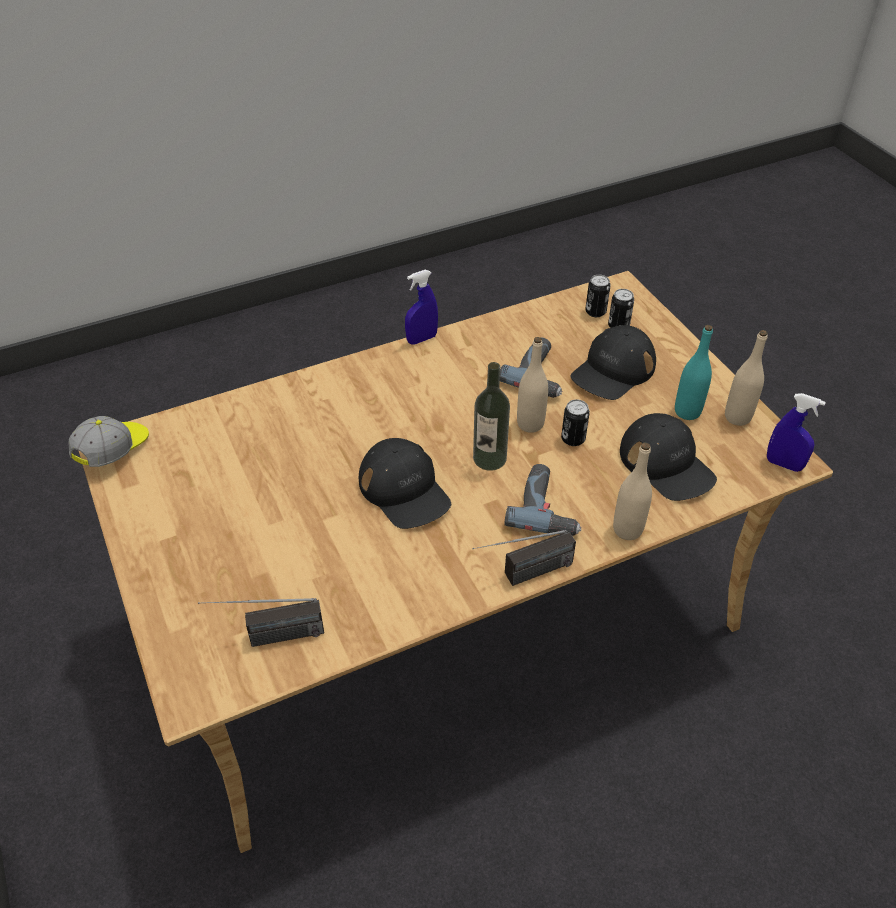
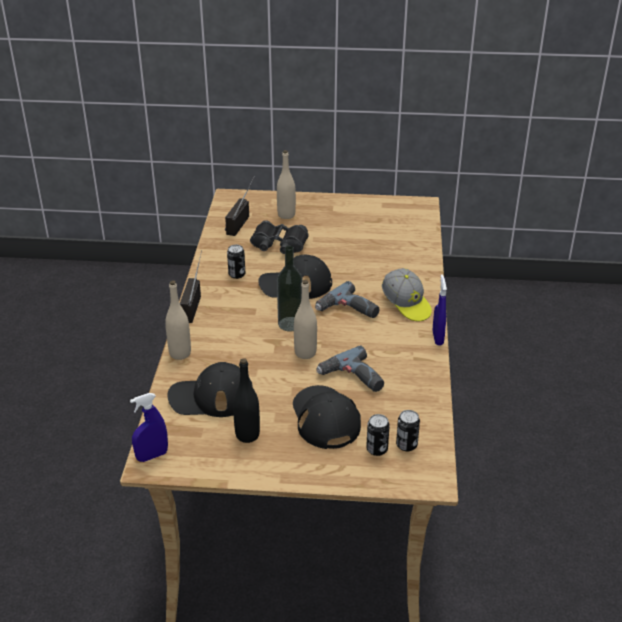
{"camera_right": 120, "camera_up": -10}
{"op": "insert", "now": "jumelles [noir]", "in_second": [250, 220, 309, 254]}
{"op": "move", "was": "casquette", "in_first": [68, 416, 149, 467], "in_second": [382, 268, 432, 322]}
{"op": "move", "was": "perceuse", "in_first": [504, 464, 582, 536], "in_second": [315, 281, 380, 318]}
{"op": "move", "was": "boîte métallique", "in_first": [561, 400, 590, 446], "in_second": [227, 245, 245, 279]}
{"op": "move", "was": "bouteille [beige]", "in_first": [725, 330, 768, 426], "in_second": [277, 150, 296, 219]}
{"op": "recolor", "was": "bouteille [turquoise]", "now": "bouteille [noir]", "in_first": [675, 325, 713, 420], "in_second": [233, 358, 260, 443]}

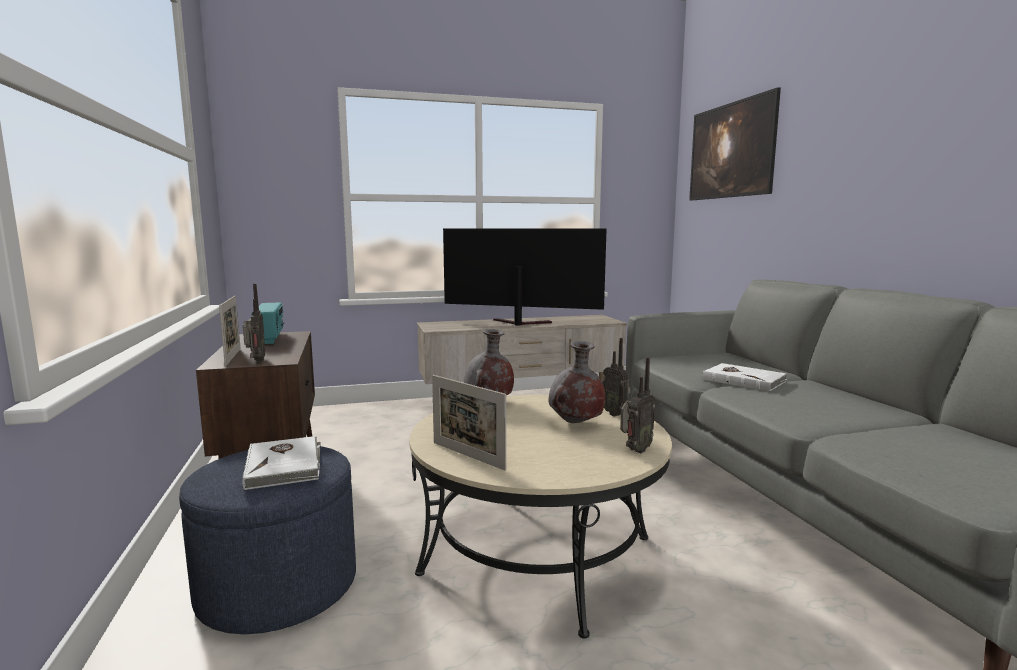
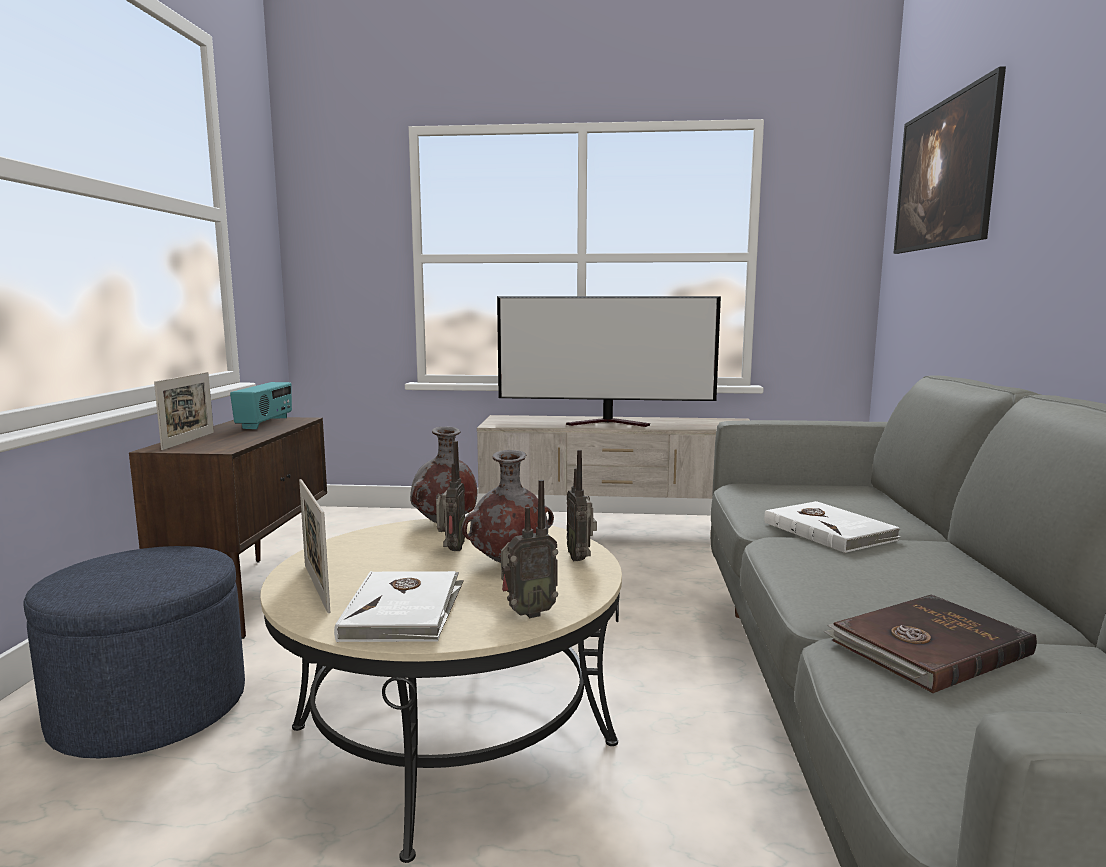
{"camera_right": 20, "camera_up": 0}
{"op": "insert", "now": "livre [marron]", "in_second": [824, 595, 1037, 693]}
{"op": "move", "was": "livre [blanc]", "in_first": [242, 436, 321, 490], "in_second": [334, 571, 464, 642]}
{"op": "move", "was": "radio", "in_first": [243, 284, 265, 362], "in_second": [436, 441, 465, 551]}
{"op": "rotate", "was": "téléviseur", "in_first": [443, 228, 607, 326], "in_second": [497, 296, 721, 427], "clockwise": 150}

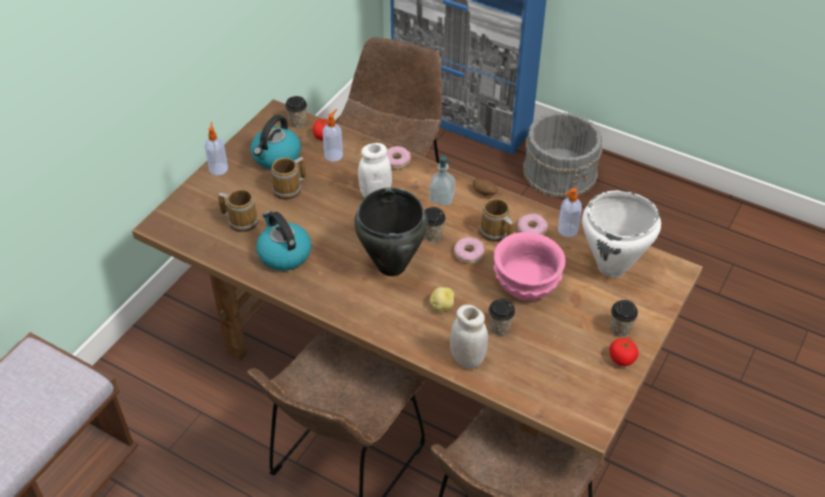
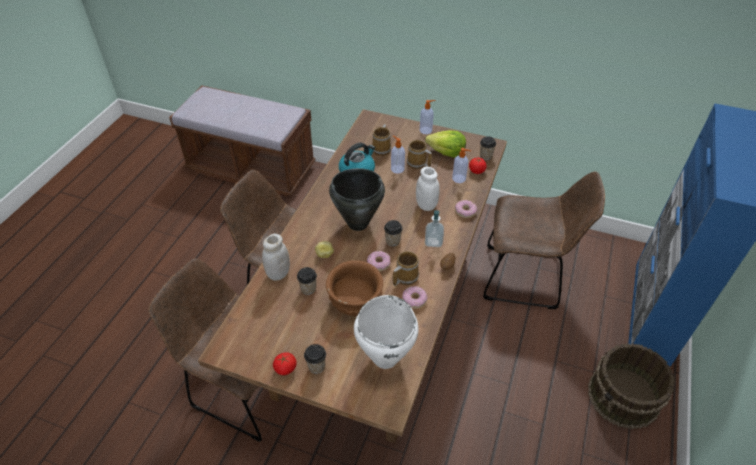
{"camera_right": 80, "camera_up": 0}
{"op": "move", "was": "distributeur de savon", "in_first": [558, 188, 582, 237], "in_second": [391, 136, 405, 174]}
{"op": "replace", "was": "bouilloire", "now": "laitue", "in_first": [251, 115, 301, 169], "in_second": [425, 130, 466, 158]}
{"op": "recolor", "was": "bol [rose]", "now": "bol [marron]", "in_first": [493, 232, 565, 301], "in_second": [326, 260, 383, 317]}
{"op": "recolor", "was": "seau [gris]", "now": "seau [marron]", "in_first": [523, 112, 603, 198], "in_second": [588, 343, 675, 429]}

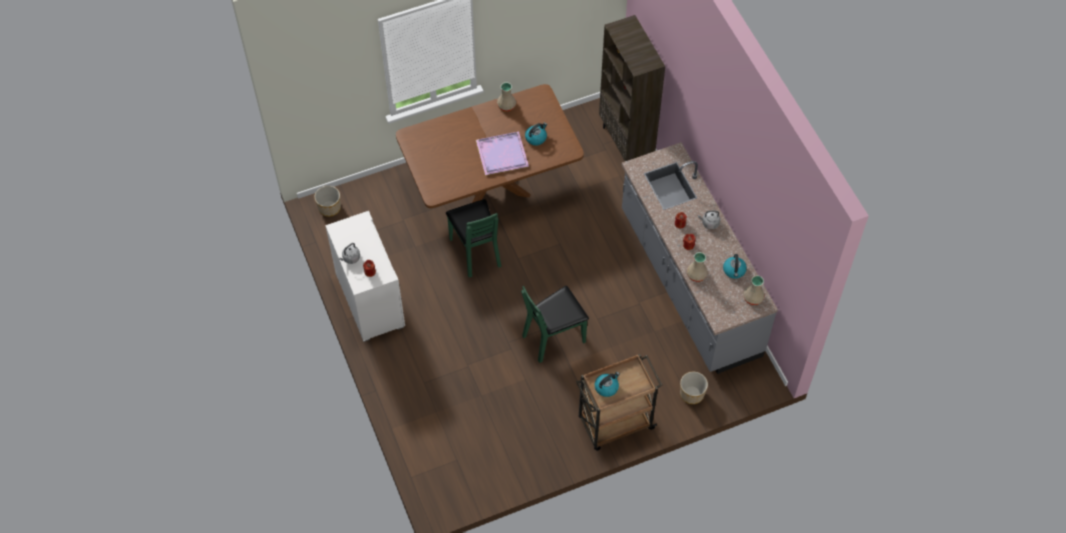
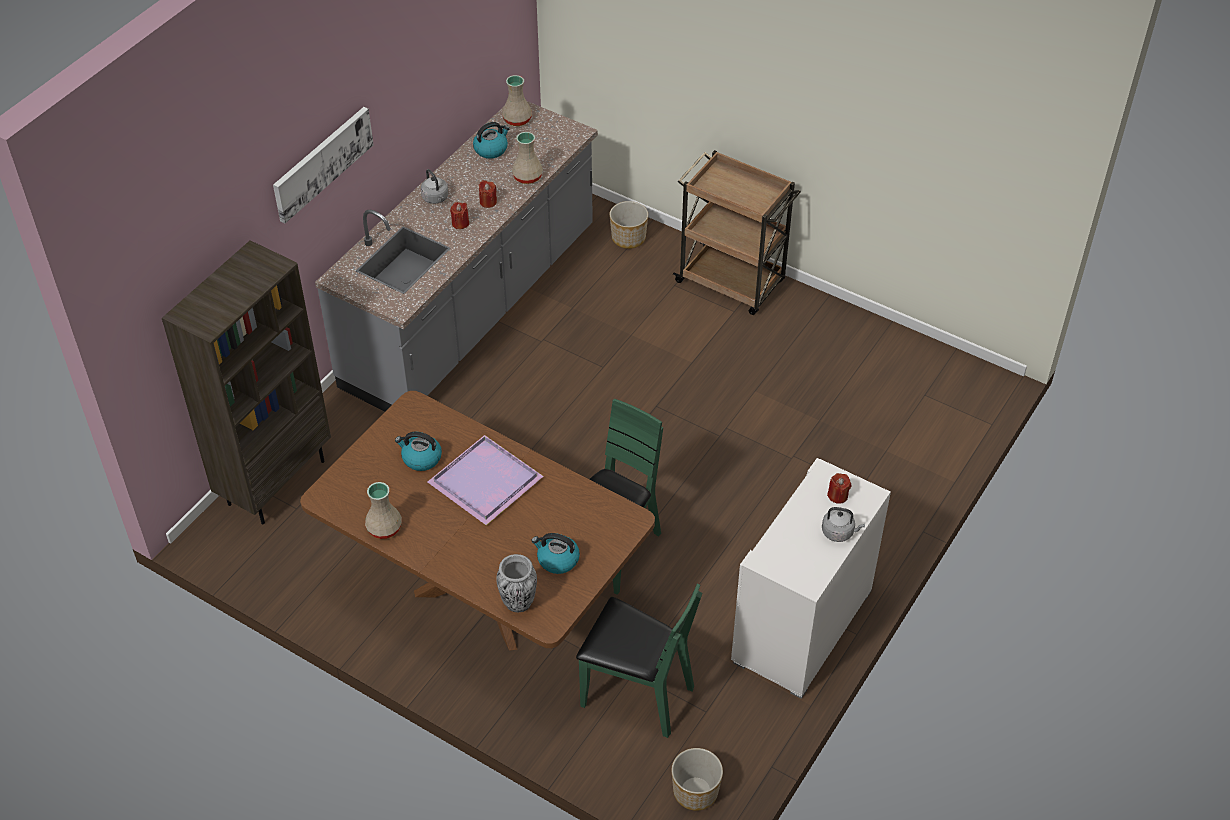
{"camera_right": -125, "camera_up": -10}
{"op": "insert", "now": "tableau", "in_second": [273, 107, 374, 223]}
{"op": "insert", "now": "vase", "in_second": [496, 554, 537, 612]}
{"op": "move", "was": "chaise [vert]", "in_first": [521, 286, 589, 363], "in_second": [576, 583, 702, 738]}
{"op": "move", "was": "bouilloire", "in_first": [595, 372, 620, 397], "in_second": [531, 533, 580, 574]}

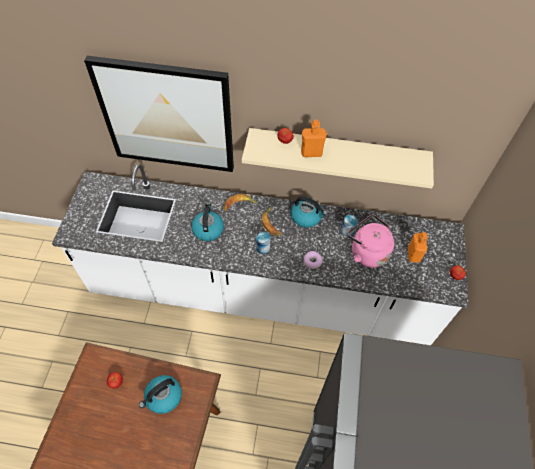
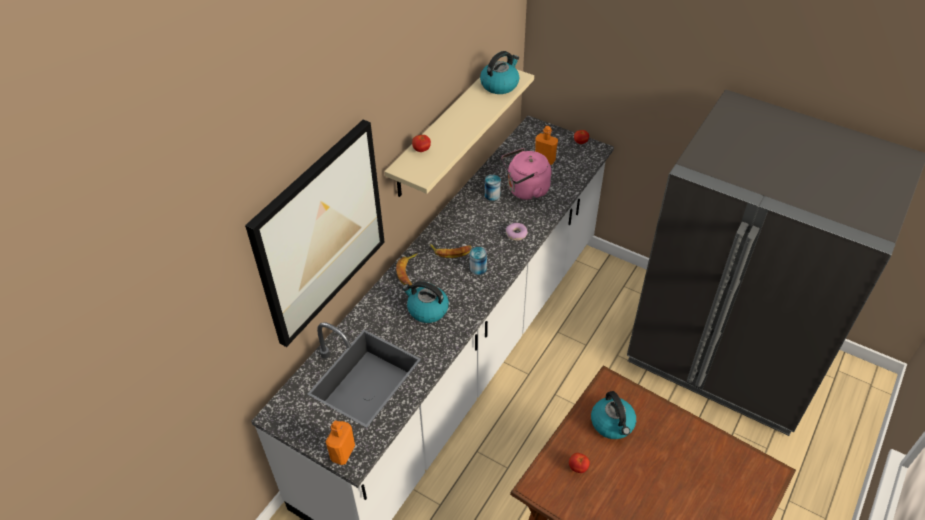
{"camera_right": -65, "camera_up": -10}
{"op": "move", "was": "bouilloire", "in_first": [291, 197, 327, 228], "in_second": [480, 51, 519, 94]}
{"op": "move", "was": "bouteille [orange]", "in_first": [301, 120, 327, 157], "in_second": [325, 420, 355, 465]}

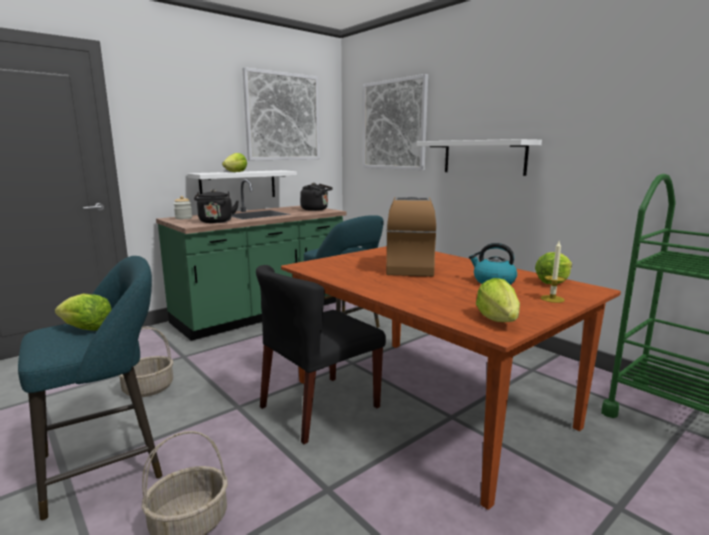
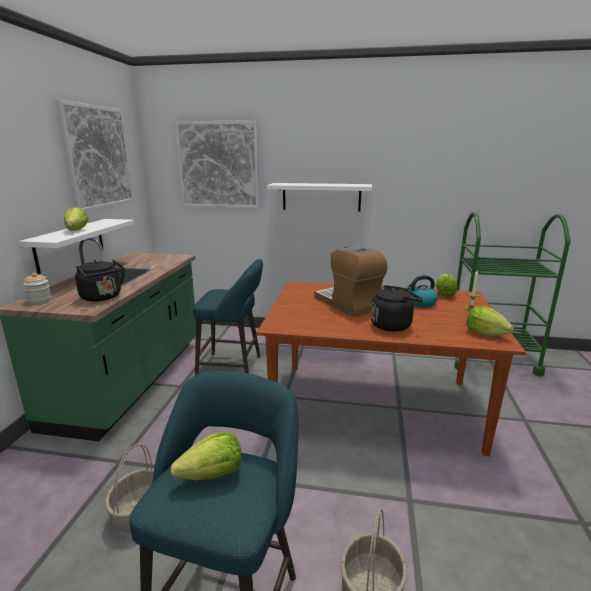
{"camera_right": -40, "camera_up": 5}
{"op": "delete", "was": "chaise [noir]", "in_first": [256, 265, 386, 444]}
{"op": "move", "was": "bouilloire [noir]", "in_first": [300, 183, 333, 211], "in_second": [371, 285, 423, 332]}

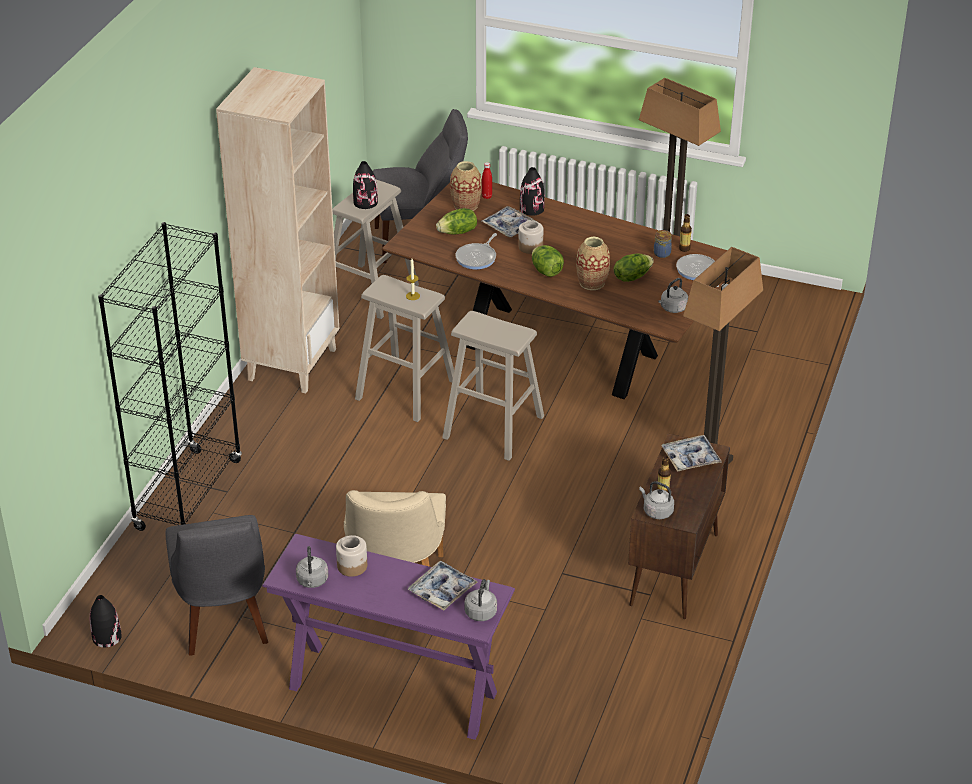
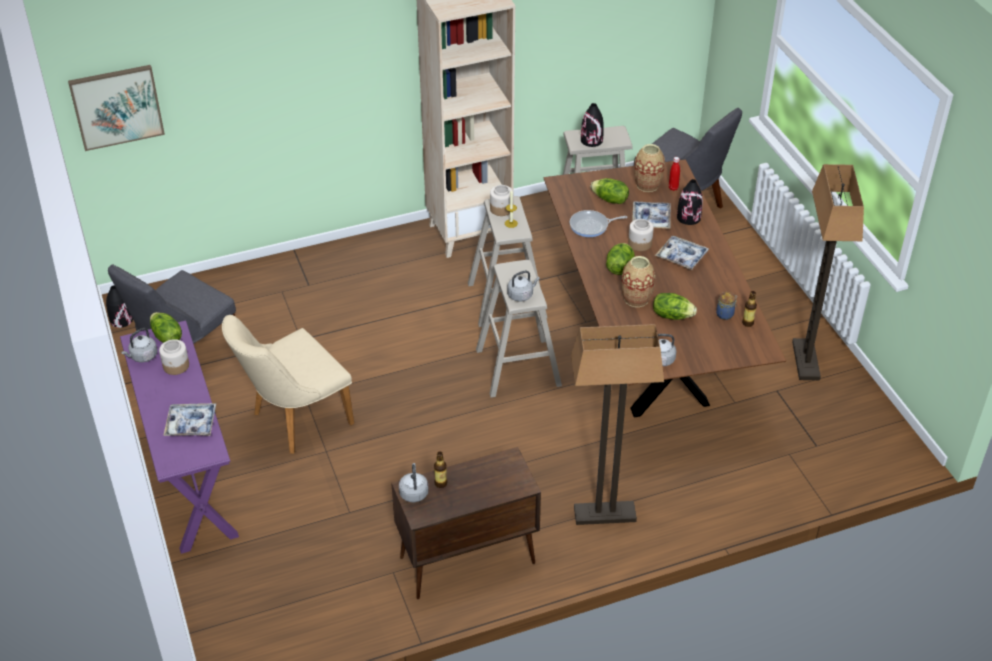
{"camera_right": 50, "camera_up": 5}
{"op": "delete", "was": "bibliothèque [noir]", "in_first": [98, 222, 242, 531]}
{"op": "delete", "was": "poêle", "in_first": [676, 254, 719, 287]}
{"op": "insert", "now": "tableau", "in_second": [68, 65, 165, 151]}
{"op": "insert", "now": "laitue", "in_second": [150, 312, 182, 343]}
{"op": "insert", "now": "bocal", "in_second": [490, 185, 513, 216]}
{"op": "move", "was": "bouilloire [gris]", "in_first": [464, 579, 497, 621], "in_second": [507, 271, 540, 302]}
{"op": "move", "was": "plateau", "in_first": [661, 435, 721, 472], "in_second": [655, 236, 709, 270]}

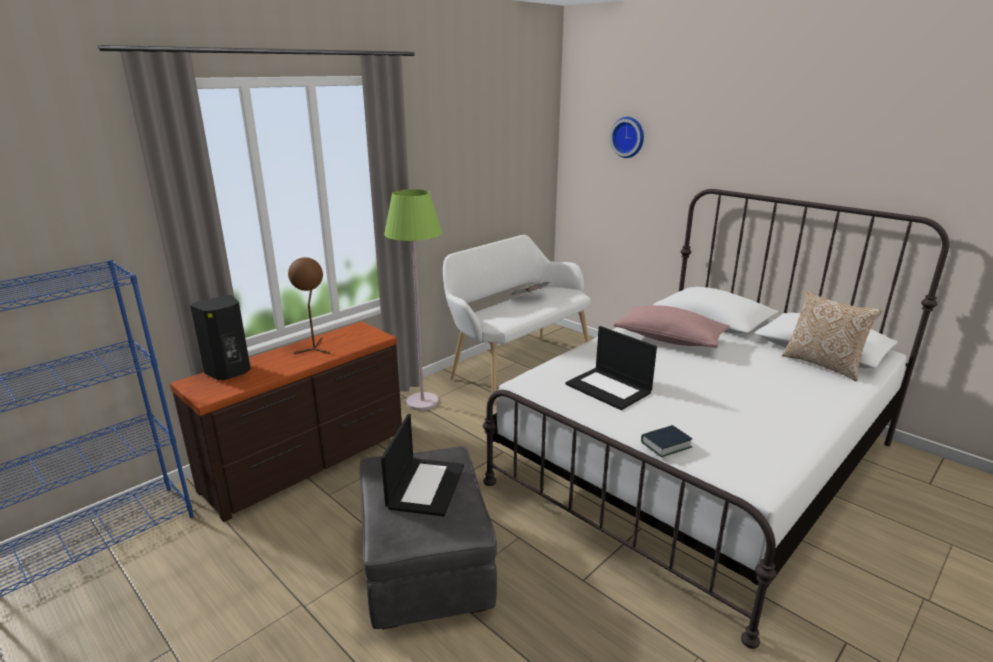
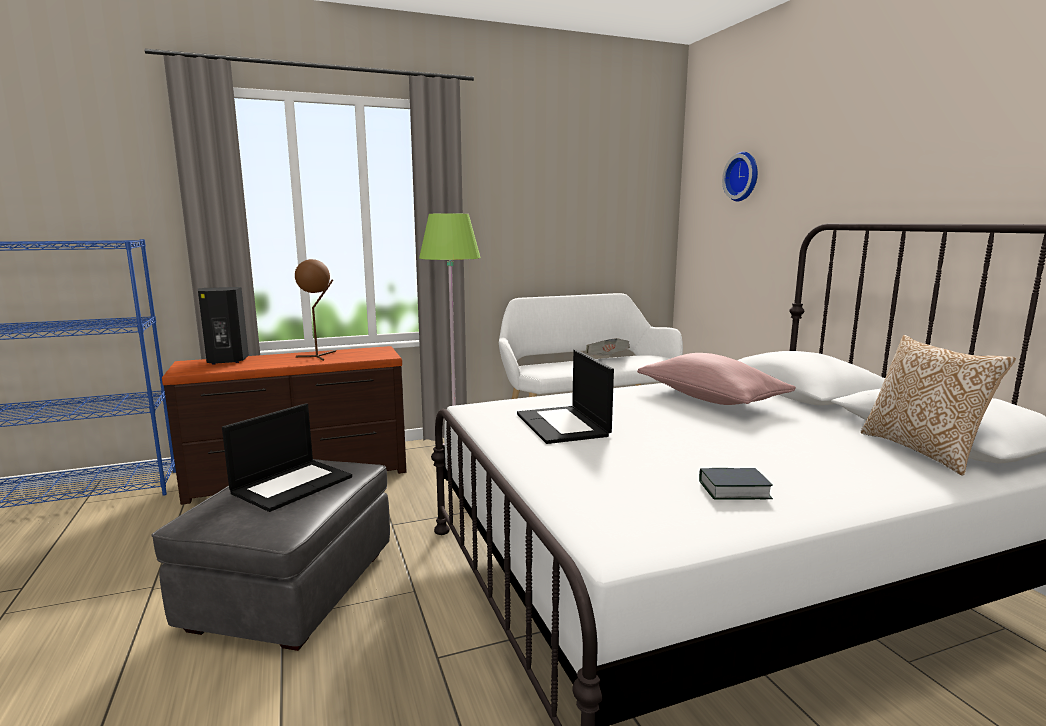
{"camera_right": 25, "camera_up": -10}
{"op": "move", "was": "livre", "in_first": [641, 425, 692, 457], "in_second": [699, 468, 773, 500]}

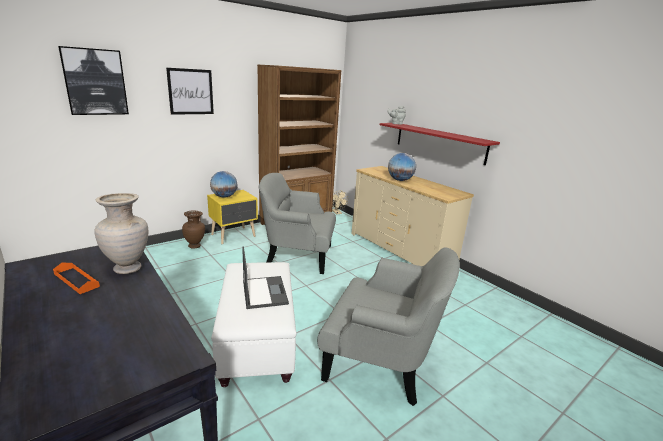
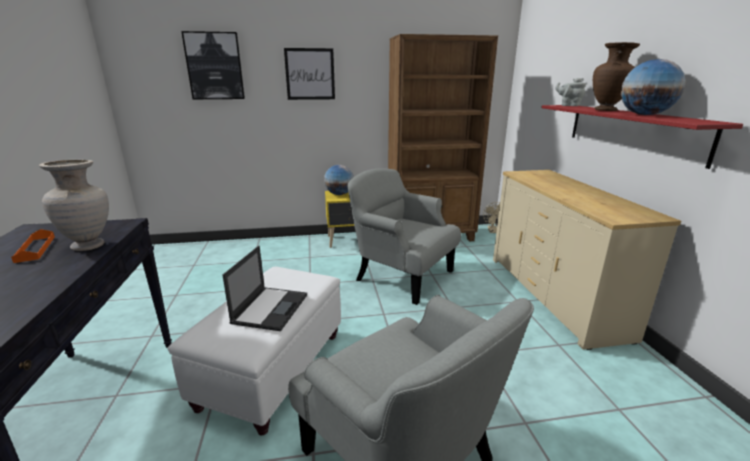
{"camera_right": 30, "camera_up": 0}
{"op": "move", "was": "vase [marron]", "in_first": [182, 211, 205, 249], "in_second": [593, 42, 640, 111]}
{"op": "move", "was": "globe", "in_first": [388, 153, 416, 181], "in_second": [621, 59, 686, 115]}

